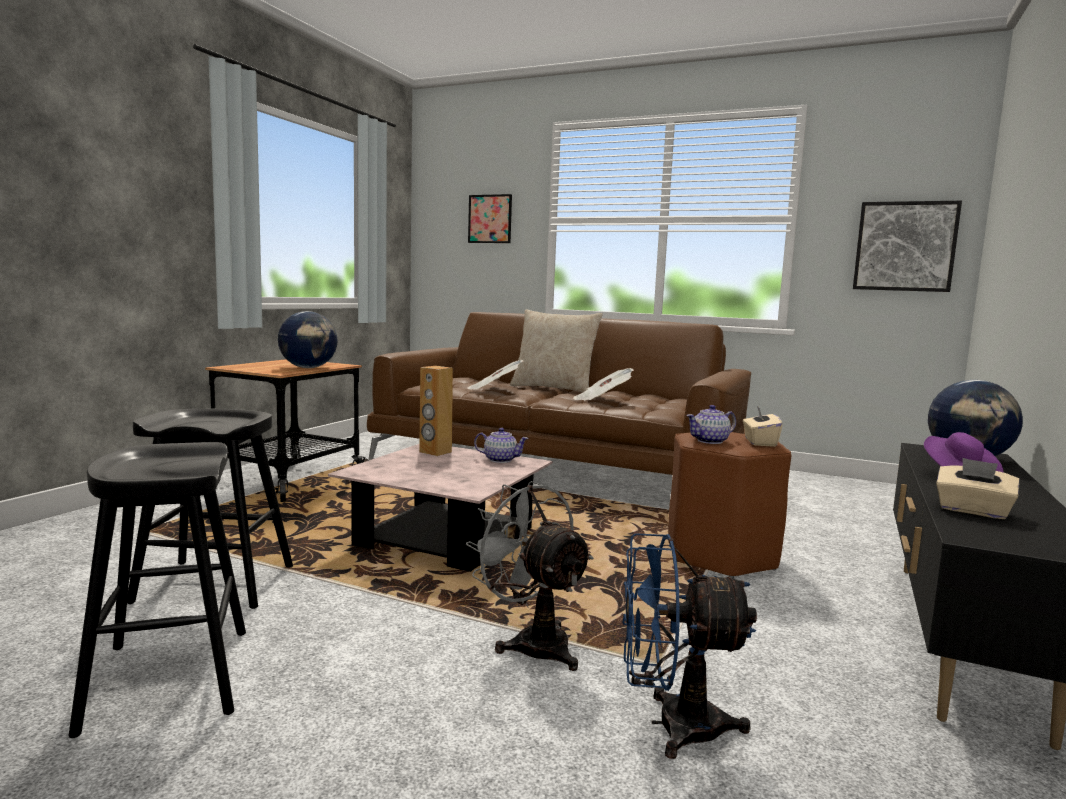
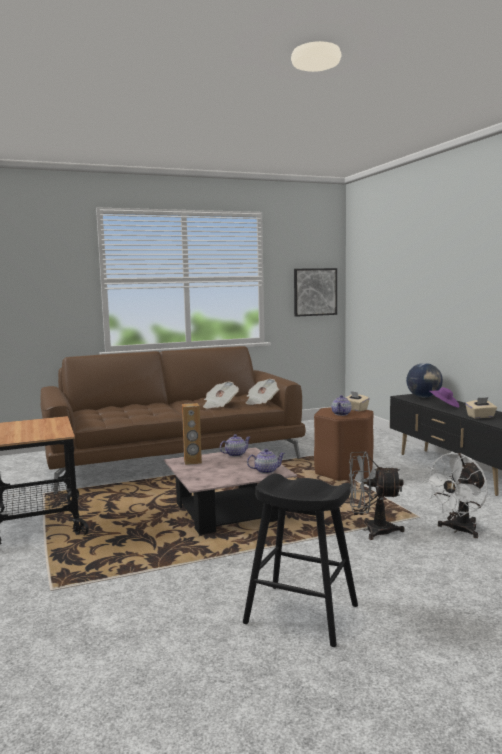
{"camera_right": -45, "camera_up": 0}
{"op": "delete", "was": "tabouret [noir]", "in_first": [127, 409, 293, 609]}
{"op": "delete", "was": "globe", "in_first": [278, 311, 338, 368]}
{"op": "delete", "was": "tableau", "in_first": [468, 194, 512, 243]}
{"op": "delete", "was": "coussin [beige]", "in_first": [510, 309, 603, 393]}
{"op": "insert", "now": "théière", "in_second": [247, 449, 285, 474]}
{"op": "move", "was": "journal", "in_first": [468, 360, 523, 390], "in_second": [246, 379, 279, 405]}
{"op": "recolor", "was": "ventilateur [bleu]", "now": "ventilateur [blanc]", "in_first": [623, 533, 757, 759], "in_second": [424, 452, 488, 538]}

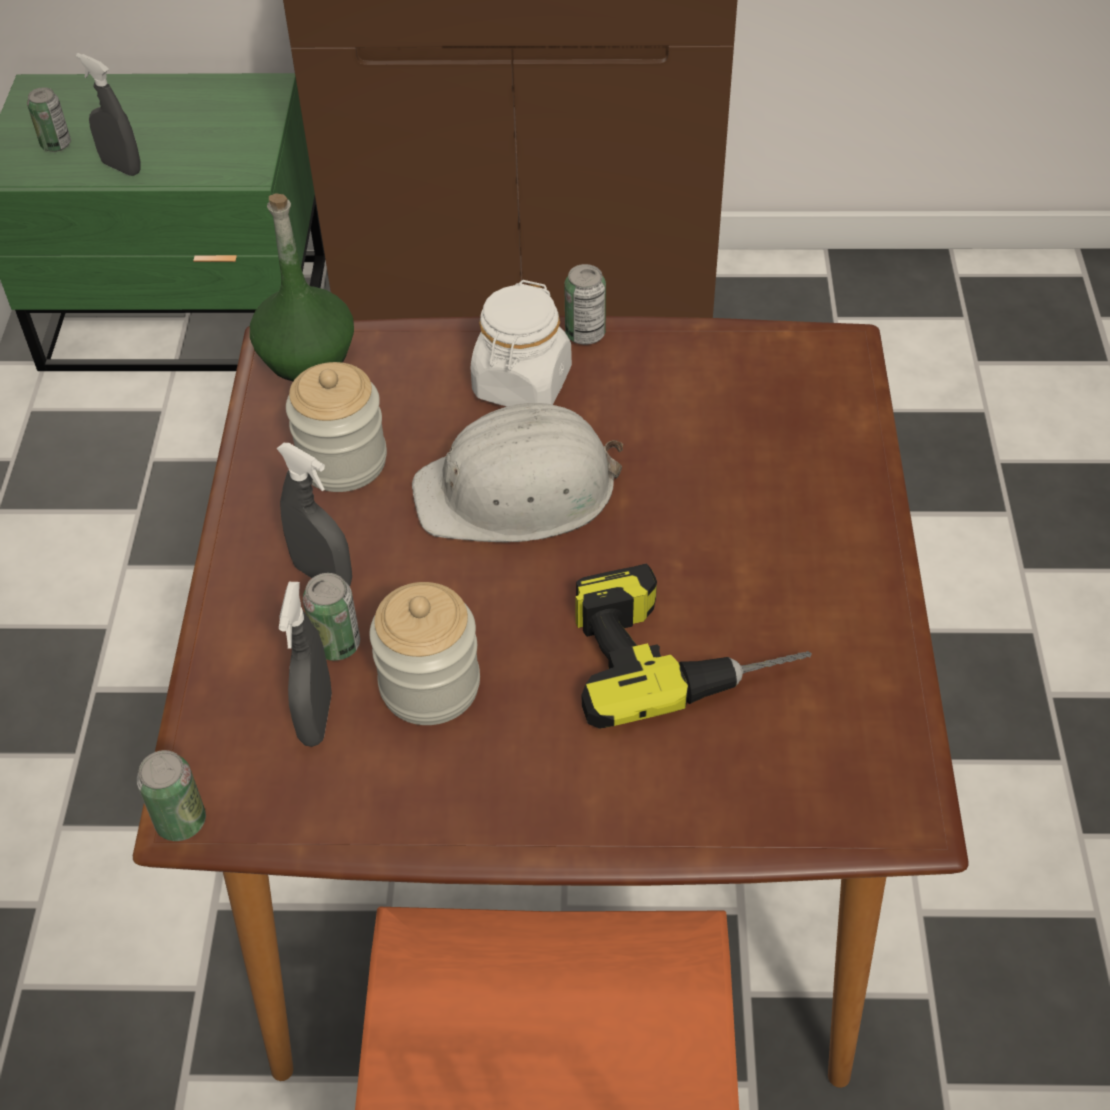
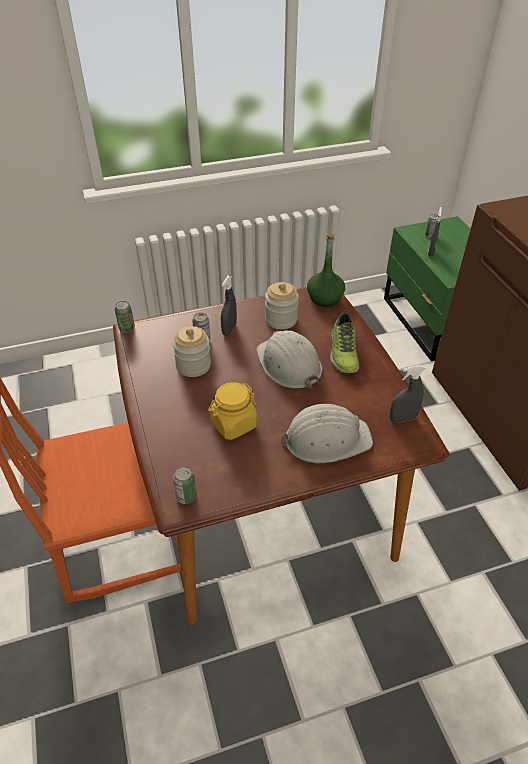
{"camera_right": 70, "camera_up": -5}
{"op": "insert", "now": "casque de chantier [blanc]", "in_second": [280, 404, 373, 463]}
{"op": "move", "was": "vaporisateur [gris]", "in_first": [279, 582, 332, 747], "in_second": [390, 365, 426, 423]}
{"op": "move", "was": "boîte métallique", "in_first": [564, 264, 606, 345], "in_second": [173, 466, 197, 504]}
{"op": "replace", "was": "bocal [blanc]", "now": "chaussure", "in_first": [471, 280, 572, 407], "in_second": [330, 312, 359, 373]}
{"op": "replace", "was": "perceuse", "now": "bocal [jaune]", "in_first": [575, 563, 812, 729], "in_second": [208, 382, 257, 440]}

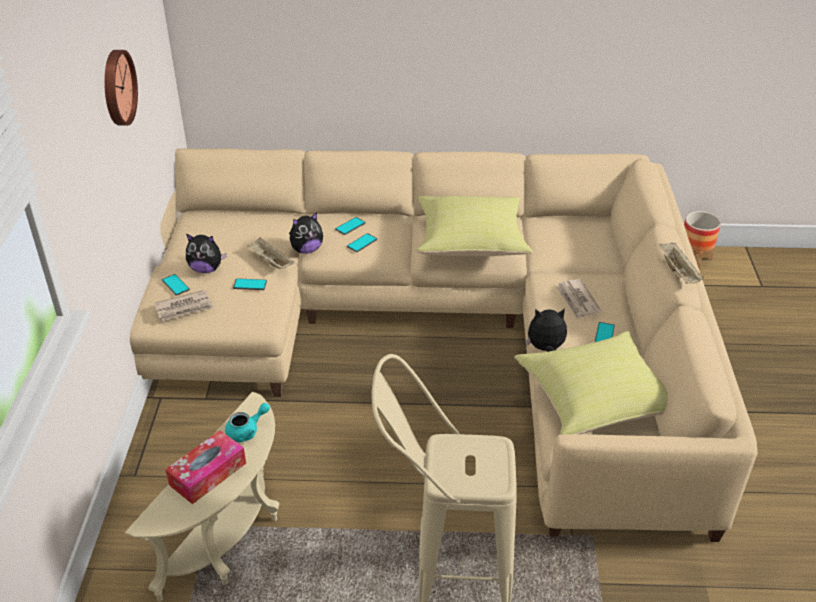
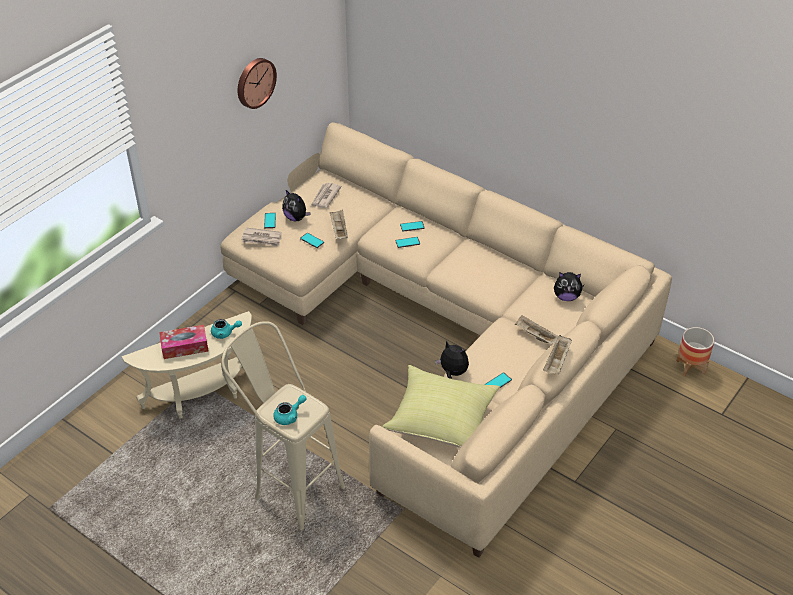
{"camera_right": 35, "camera_up": 5}
{"op": "delete", "was": "coussin [jaune]", "in_first": [416, 196, 533, 256]}
{"op": "insert", "now": "théière [turquoise]", "in_second": [273, 395, 307, 425]}
{"op": "insert", "now": "plateau [beige]", "in_second": [515, 315, 558, 344]}
{"op": "move", "was": "peluche", "in_first": [289, 212, 323, 254], "in_second": [554, 272, 584, 301]}
{"op": "move", "was": "journal", "in_first": [555, 279, 601, 319], "in_second": [311, 183, 341, 208]}

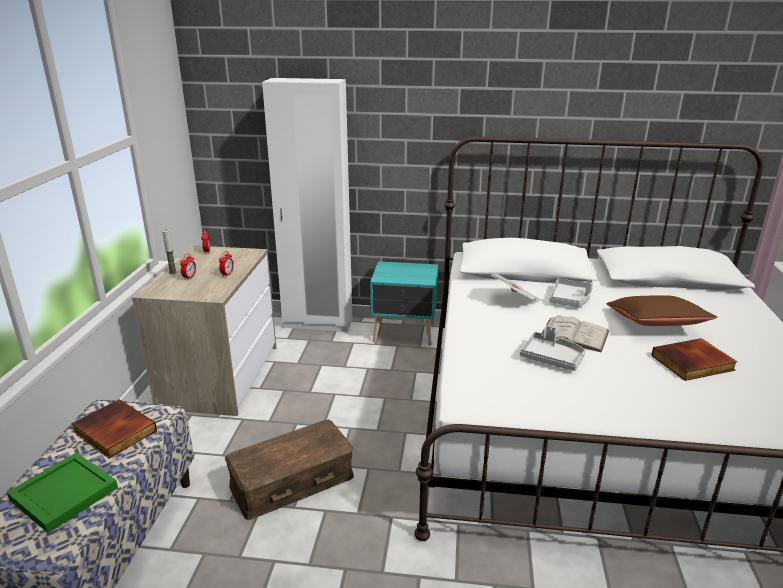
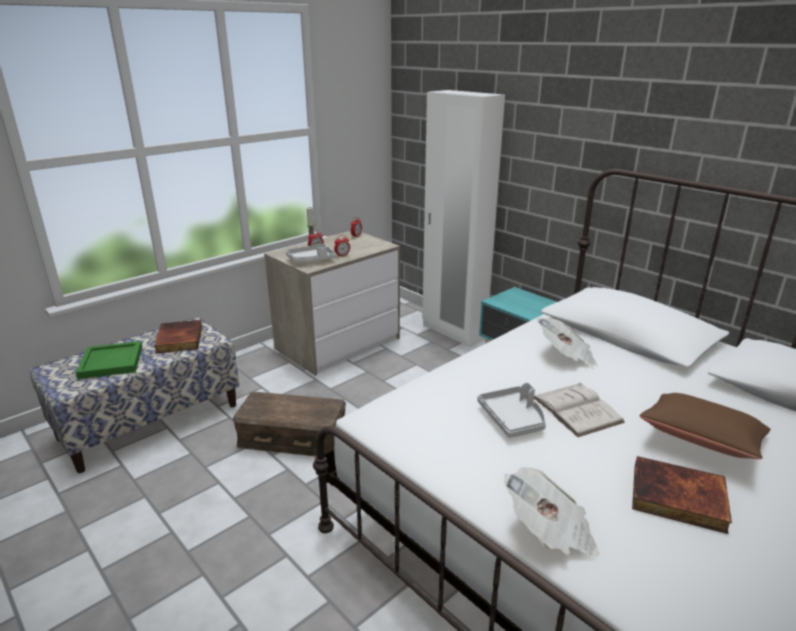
{"camera_right": 40, "camera_up": 0}
{"op": "insert", "now": "journal", "in_second": [504, 467, 600, 557]}
{"op": "move", "was": "plateau [gris]", "in_first": [549, 278, 593, 307], "in_second": [286, 244, 336, 263]}

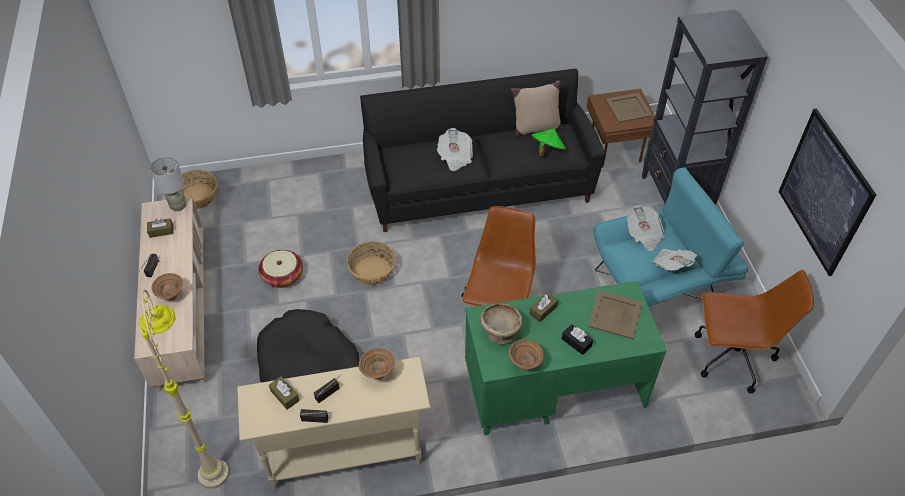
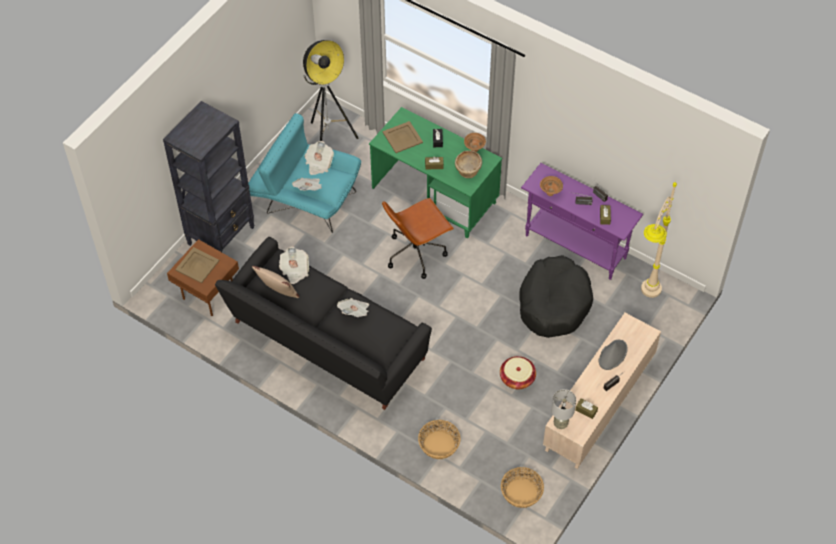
{"camera_right": -135, "camera_up": 5}
{"op": "delete", "was": "tableau", "in_first": [778, 108, 876, 276]}
{"op": "move", "was": "panier", "in_first": [347, 241, 396, 285], "in_second": [418, 420, 461, 459]}
{"op": "replace", "was": "bol [marron]", "now": "chapeau [gris]", "in_first": [151, 273, 183, 301], "in_second": [599, 340, 628, 370]}
{"op": "replace", "was": "chapeau [vert]", "now": "journal", "in_first": [531, 129, 566, 157], "in_second": [279, 247, 309, 284]}
{"op": "replace", "was": "chaise de bureau [marron]", "now": "lampadaire", "in_first": [695, 270, 814, 393], "in_second": [303, 40, 359, 141]}
{"op": "recolor", "was": "table console [beige]", "now": "table console [violet]", "in_first": [237, 357, 431, 491], "in_second": [521, 163, 643, 280]}

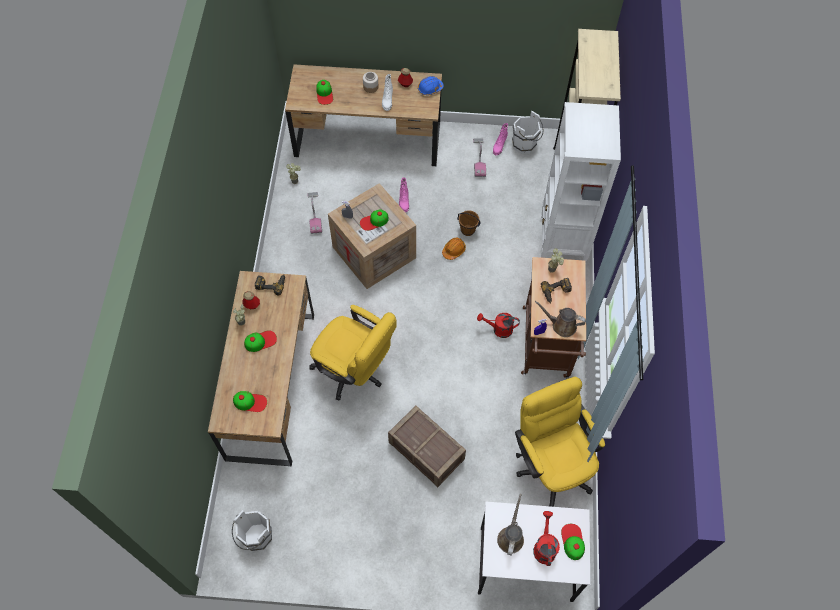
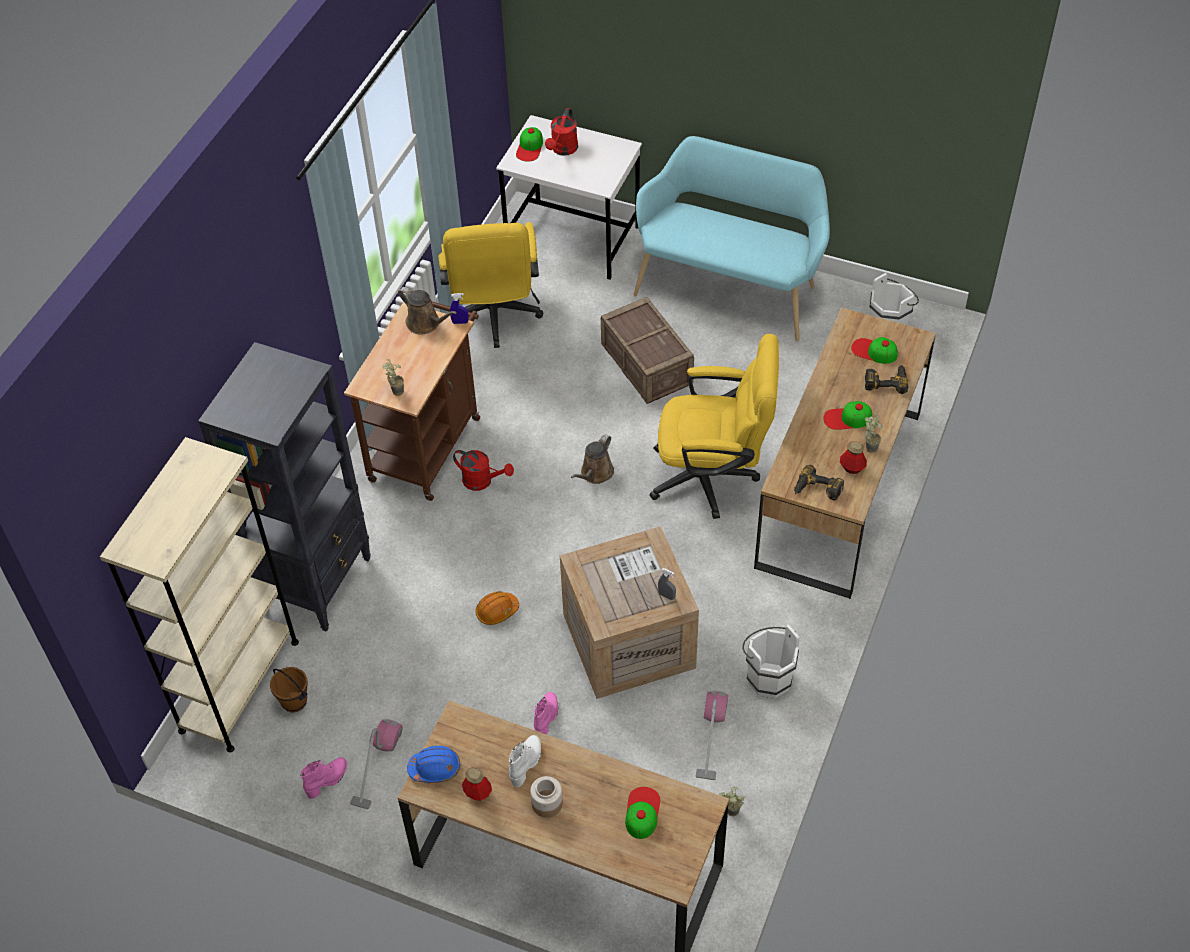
{"camera_right": -160, "camera_up": -10}
{"op": "delete", "was": "casquette", "in_first": [360, 210, 389, 231]}
{"op": "insert", "now": "banc [turquoise]", "in_second": [633, 136, 830, 341]}
{"op": "move", "was": "seau [marron]", "in_first": [457, 210, 481, 236], "in_second": [270, 667, 308, 712]}
{"op": "move", "was": "arrosoir [marron]", "in_first": [497, 494, 524, 556], "in_second": [571, 434, 614, 484]}
{"op": "move", "was": "seau [blanc]", "in_first": [512, 111, 543, 154], "in_second": [743, 624, 800, 699]}
{"op": "move", "was": "perceuse", "in_first": [541, 278, 572, 303], "in_second": [865, 365, 908, 394]}
{"op": "recolor", "was": "bibliothèque [blanc]", "now": "bibliothèque [noir]", "in_first": [541, 102, 621, 265], "in_second": [198, 342, 371, 632]}
{"op": "rotate", "was": "chaise de bureau [jaune]", "in_first": [310, 305, 397, 401], "in_second": [649, 334, 779, 519], "clockwise": 135}

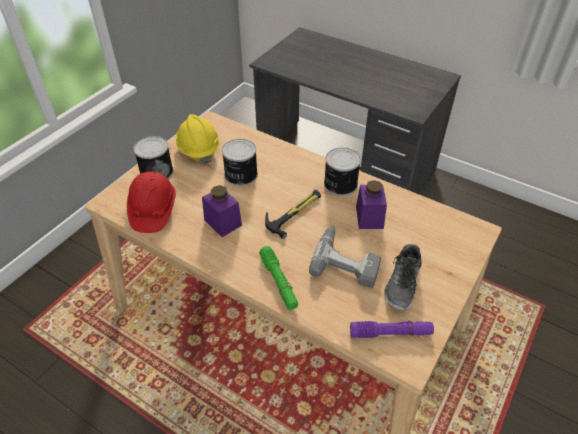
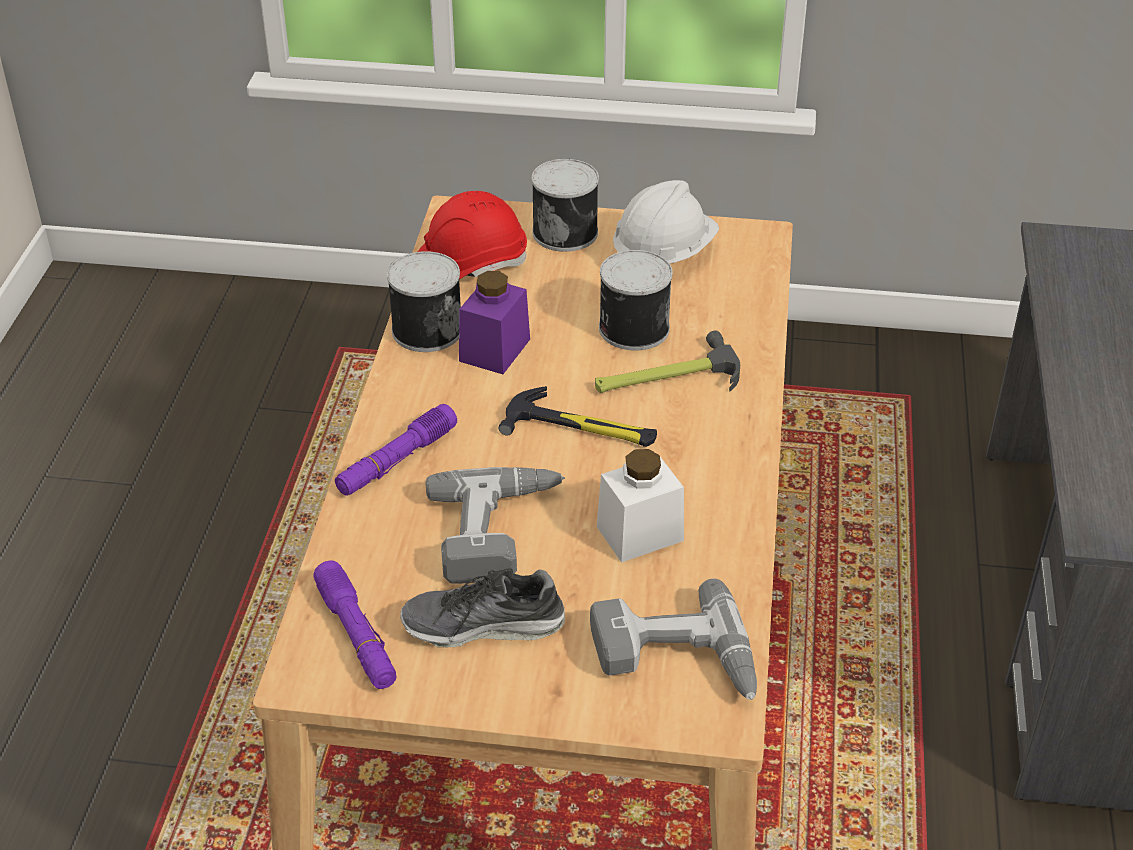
{"camera_right": 65, "camera_up": -5}
{"op": "insert", "now": "perceuse", "in_second": [590, 578, 757, 700]}
{"op": "insert", "now": "marteau", "in_second": [595, 330, 740, 393]}
{"op": "move", "was": "boîte métallique", "in_first": [324, 147, 361, 196], "in_second": [387, 251, 461, 352]}
{"op": "recolor", "was": "casque de chantier [jaune]", "now": "casque de chantier [blanc]", "in_first": [176, 114, 220, 164], "in_second": [613, 180, 719, 263]}
{"op": "recolor", "was": "lampe de poche [vert]", "now": "lampe de poche [violet]", "in_first": [259, 246, 298, 310], "in_second": [335, 404, 457, 496]}
{"op": "recolor", "was": "bocal [violet]", "now": "bocal [blanc]", "in_first": [356, 180, 387, 229], "in_second": [597, 449, 684, 562]}

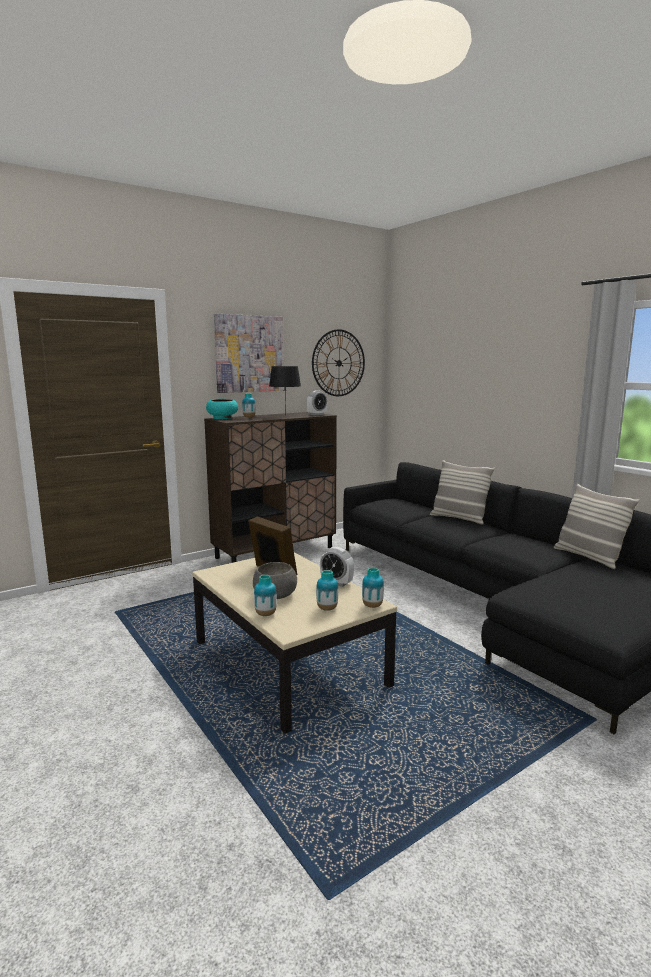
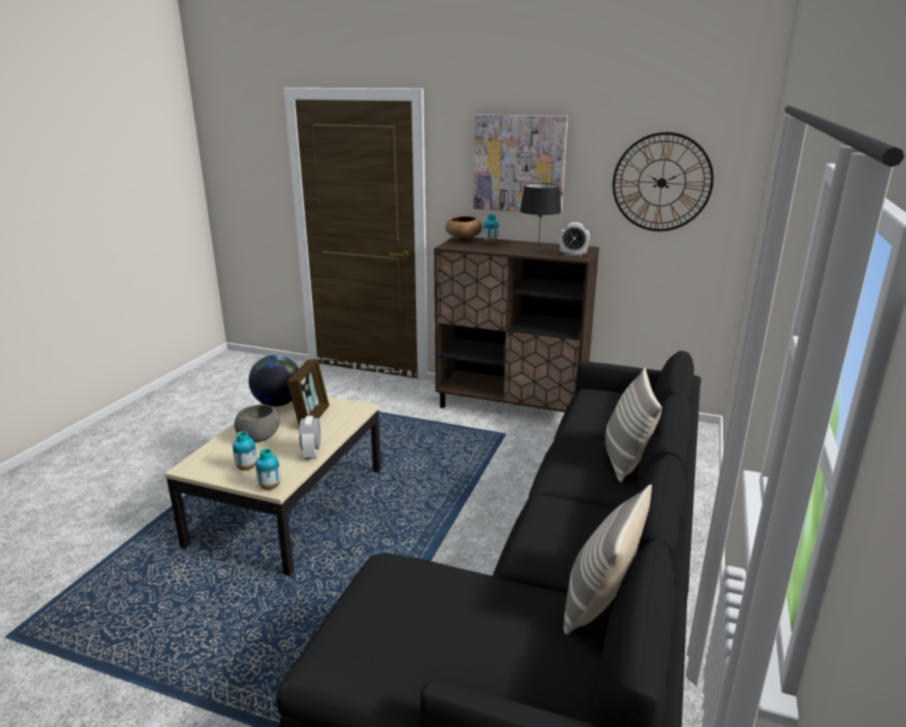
{"camera_right": 55, "camera_up": 10}
{"op": "delete", "was": "vase", "in_first": [254, 575, 277, 616]}
{"op": "insert", "now": "globe", "in_second": [249, 355, 299, 407]}
{"op": "recolor", "was": "bol [turquoise]", "now": "bol [marron]", "in_first": [206, 399, 238, 419], "in_second": [446, 216, 482, 242]}

